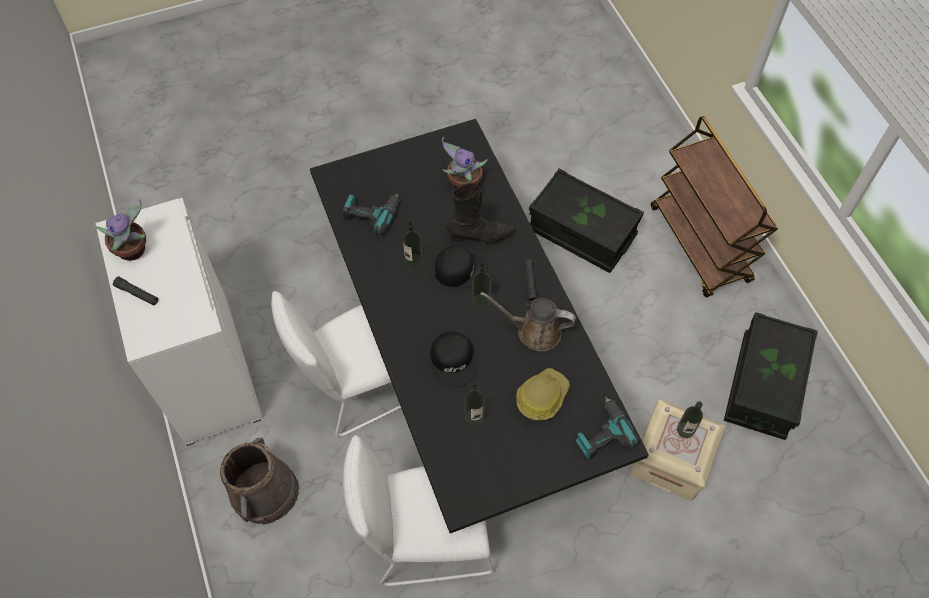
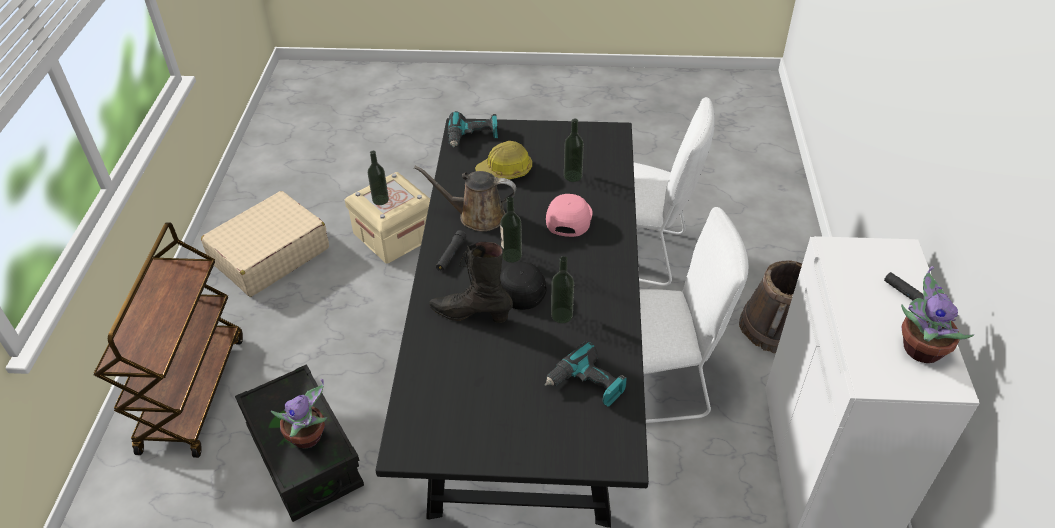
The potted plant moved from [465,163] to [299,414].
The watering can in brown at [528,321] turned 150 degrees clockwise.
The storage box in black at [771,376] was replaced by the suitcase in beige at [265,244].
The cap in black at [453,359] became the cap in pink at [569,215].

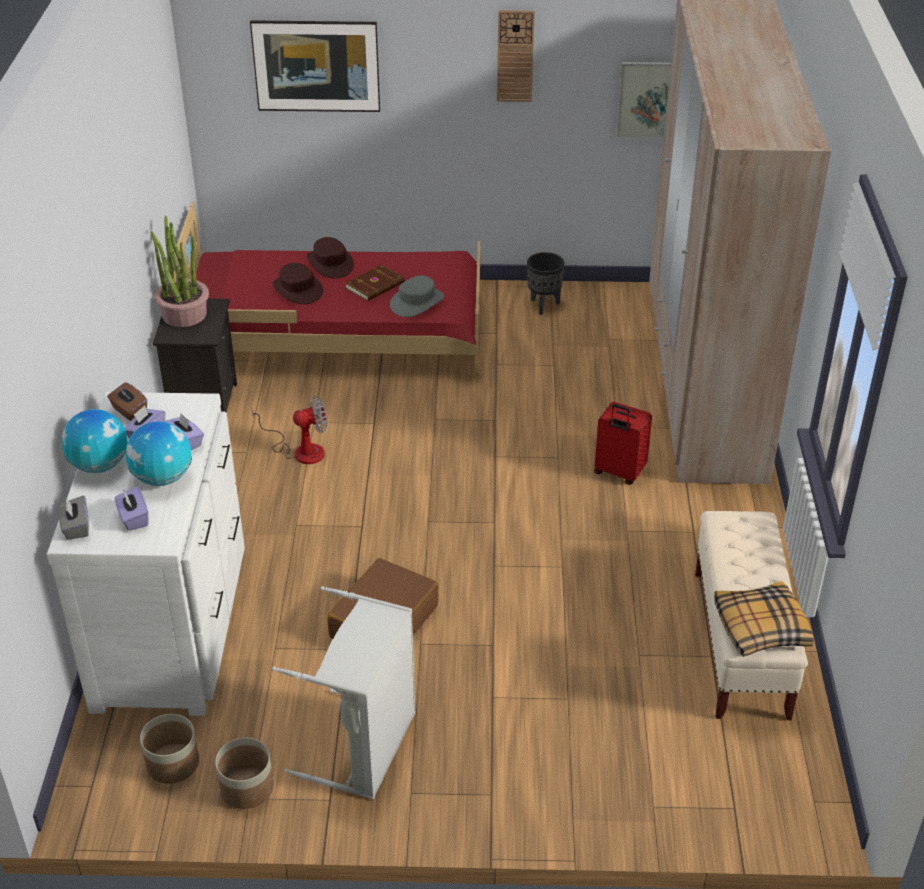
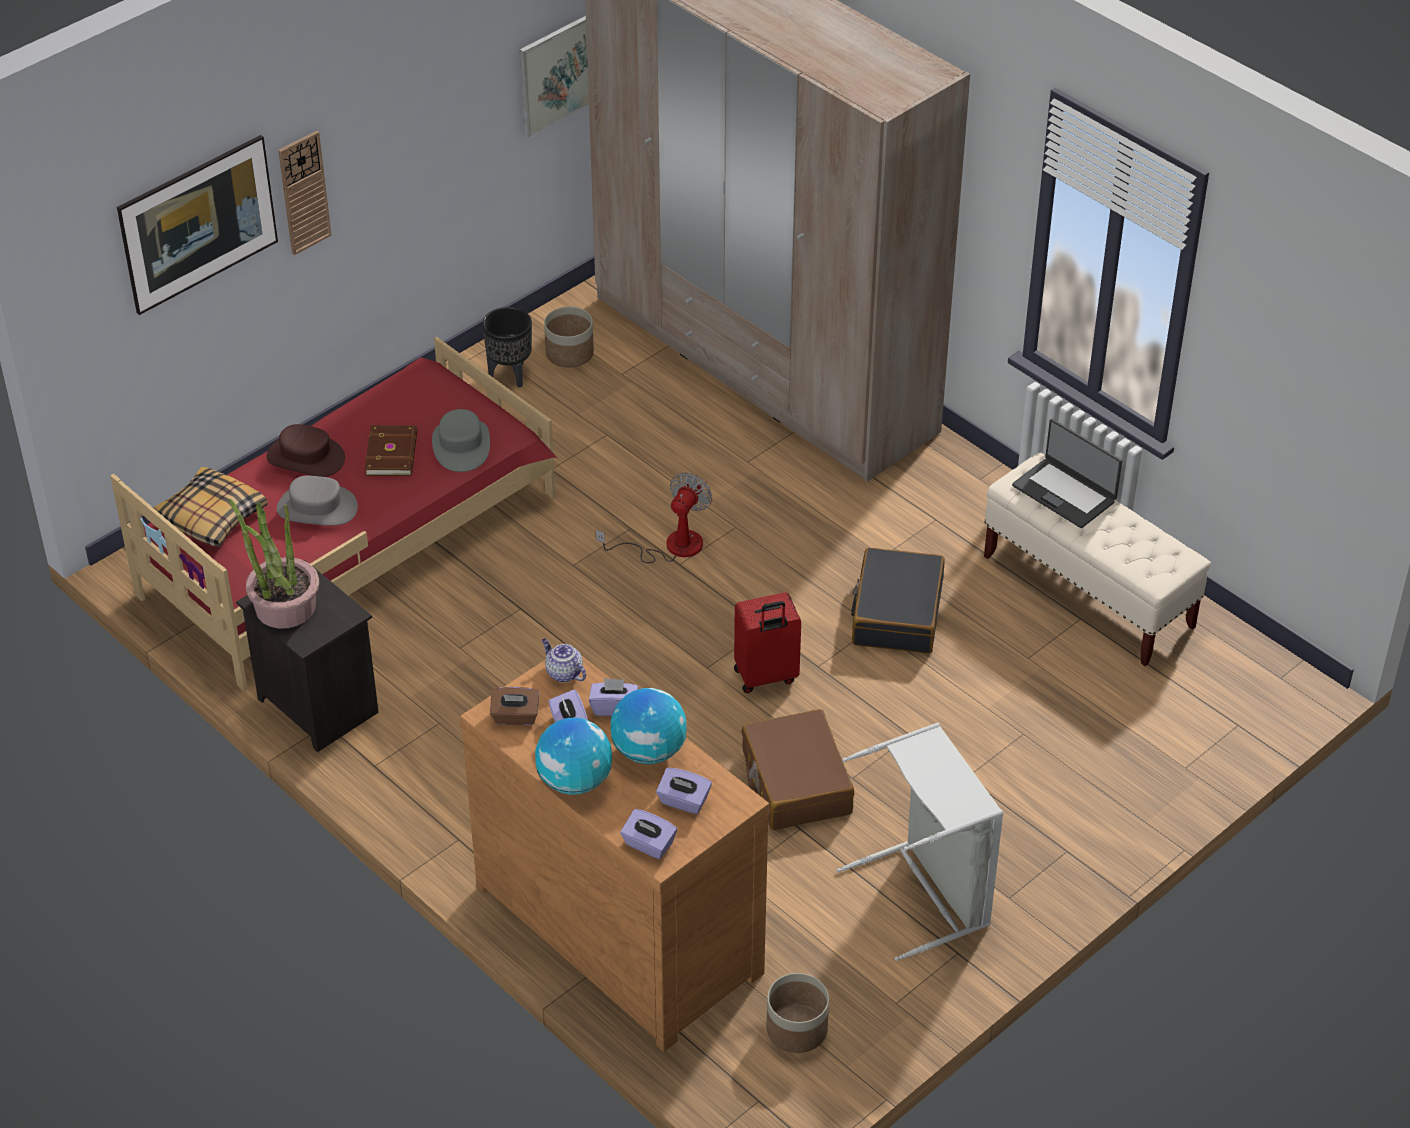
The wall clock moved from [516,56] to [305,193].
The hat in brown at [298,283] became the hat in grey at [317,500].
The dresser in white at [145,554] became the dresser in brown at [614,853].
The fan moved from [289,430] to [654,518].
The suitcase in red moved from [623,443] to [767,642].
The tissue box in grey at [74,518] became the tissue box in purple at [648,834].
The pillow moved from [764,619] to [211,507].
The planter moved from [244,773] to [569,337].
The laptop at [1067,473] appeared.
The suitcase in black at [897,600] appeared.
The teapot at [564,660] appeared.

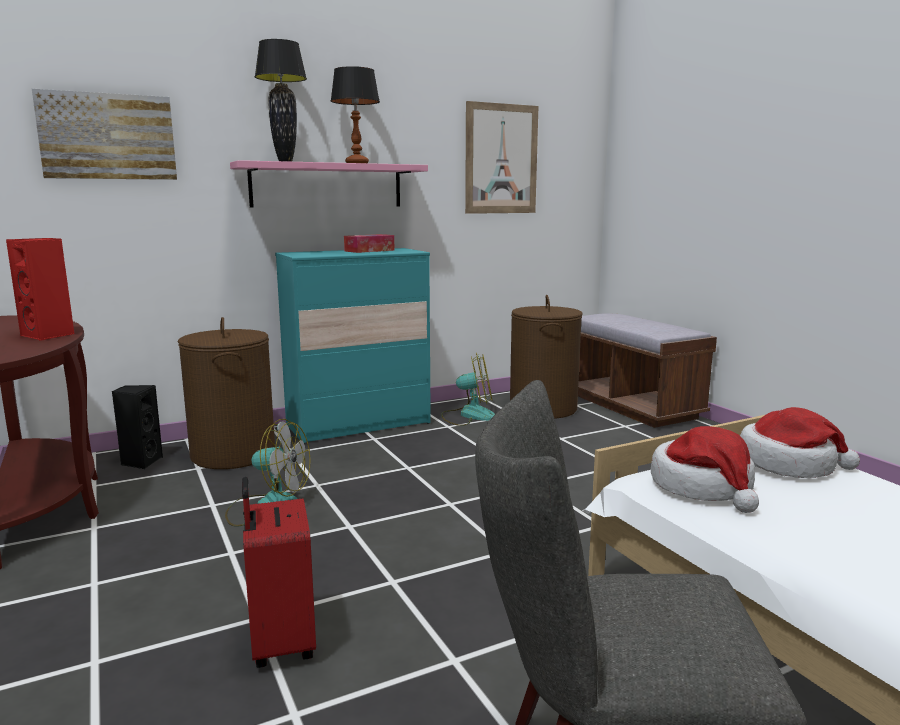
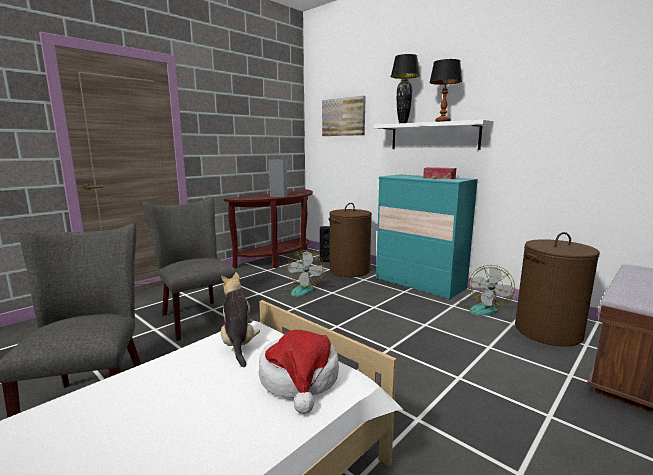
The picture at [501,157] disappeared.
The shelf in pink at [329,183] became the shelf in white at [433,135].
The speaker in red at [40,289] became the speaker in grey at [278,178].
The fan at [468,389] turned 45 degrees clockwise.
The hat at [705,469] was replaced by the plush toy at [240,319].
The suitcase in red at [279,572] was replaced by the chair in grey at [190,269].

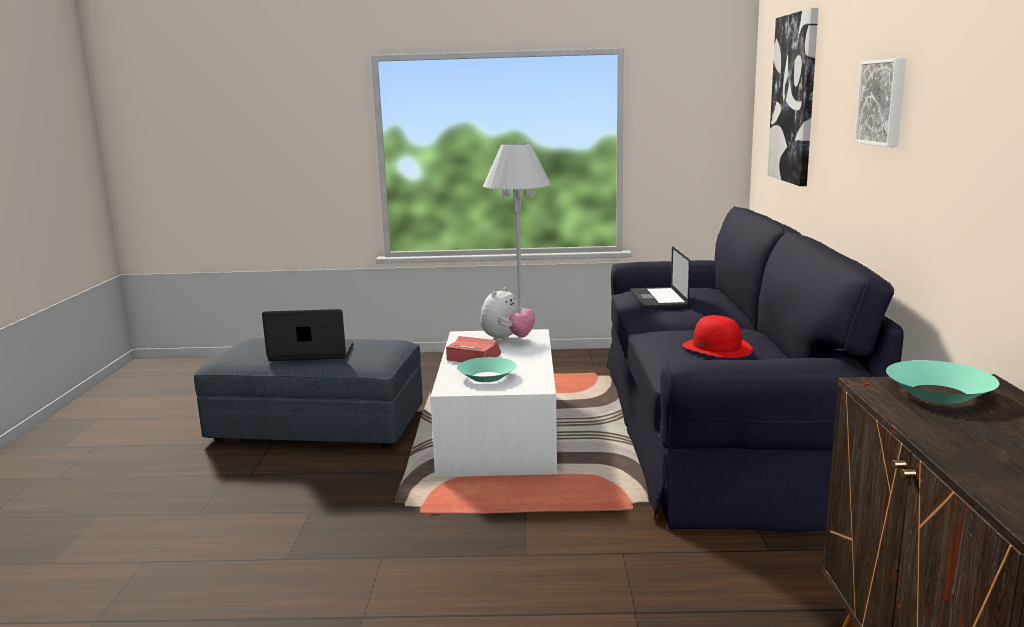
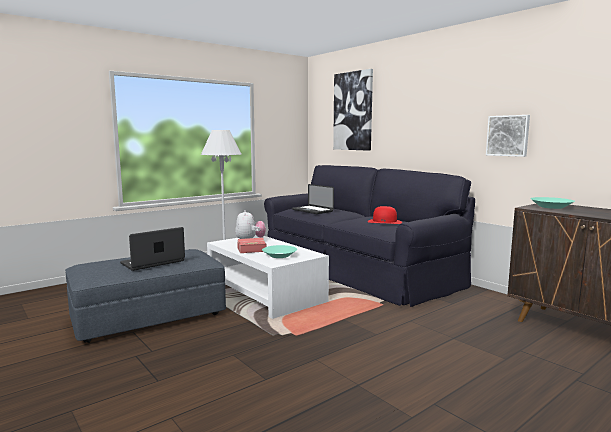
The picture moved from [880,102] to [508,136].

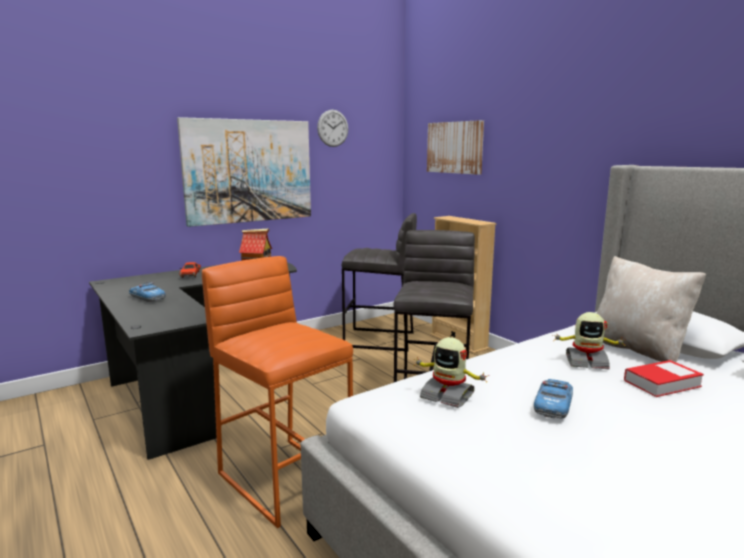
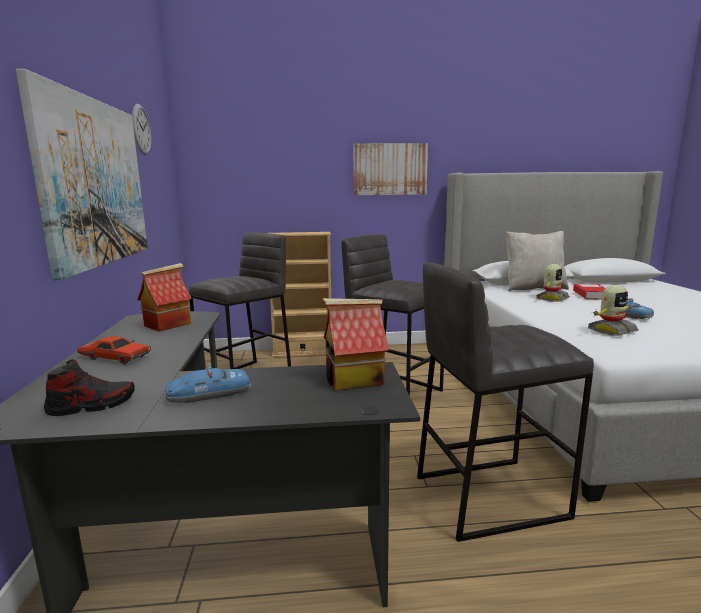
The picture moved from [455,147] to [390,169].
The stool in orange at [277,392] became the stool in grey at [505,402].
The toy house at [356,344] appeared.
The shoe at [89,387] appeared.

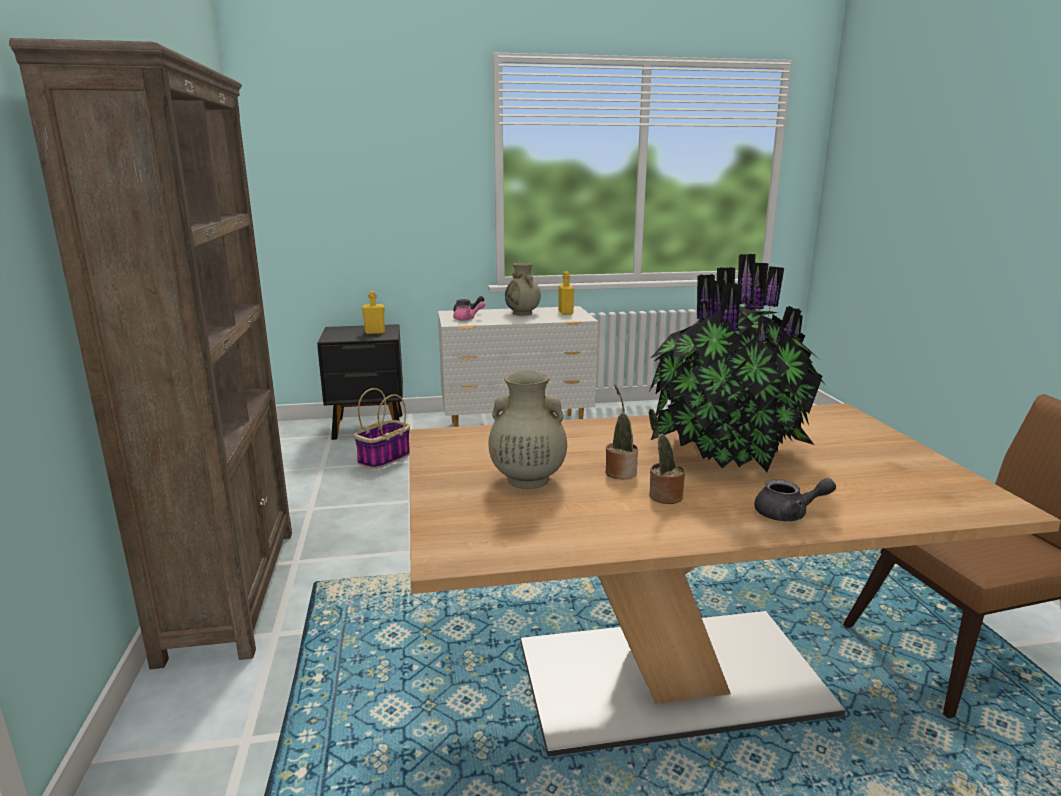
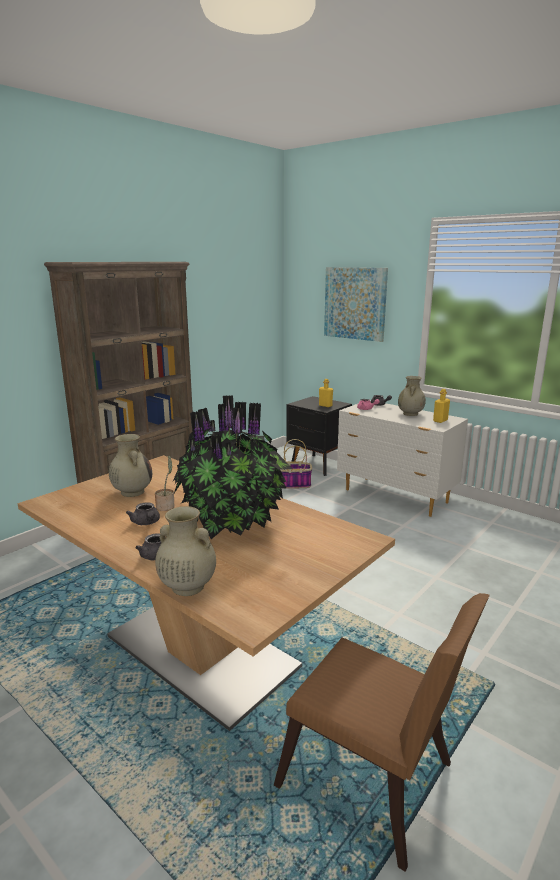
The potted plant at [667,456] was replaced by the teapot in grey at [143,513].
The picture at [356,304] appeared.
The vase in beige at [185,551] appeared.

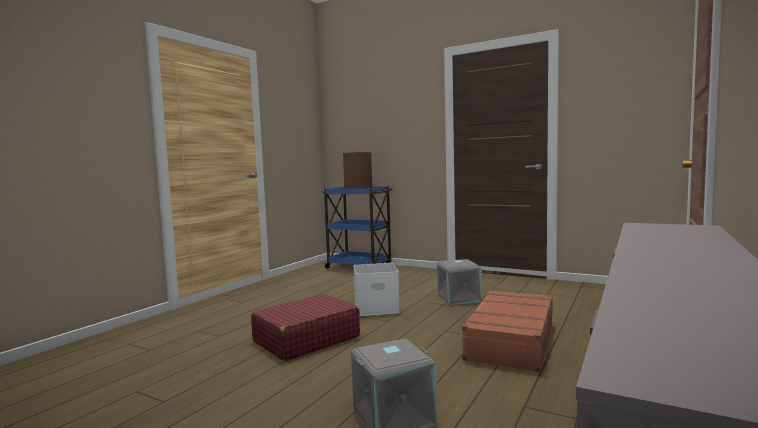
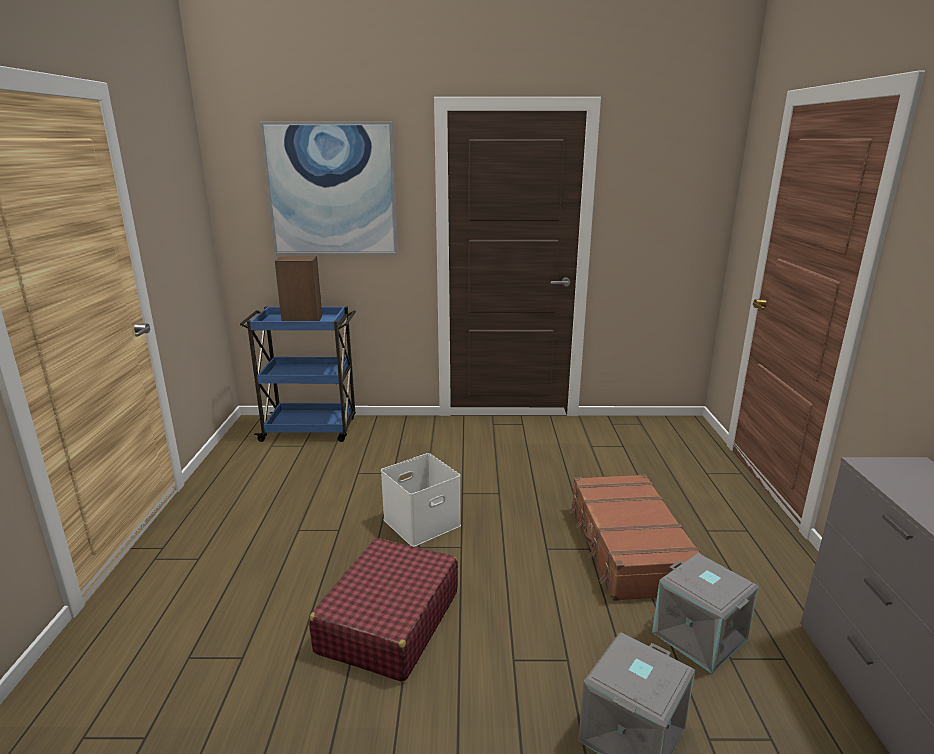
The storage box in grey moved from [459,282] to [705,613].
The picture at [329,188] appeared.

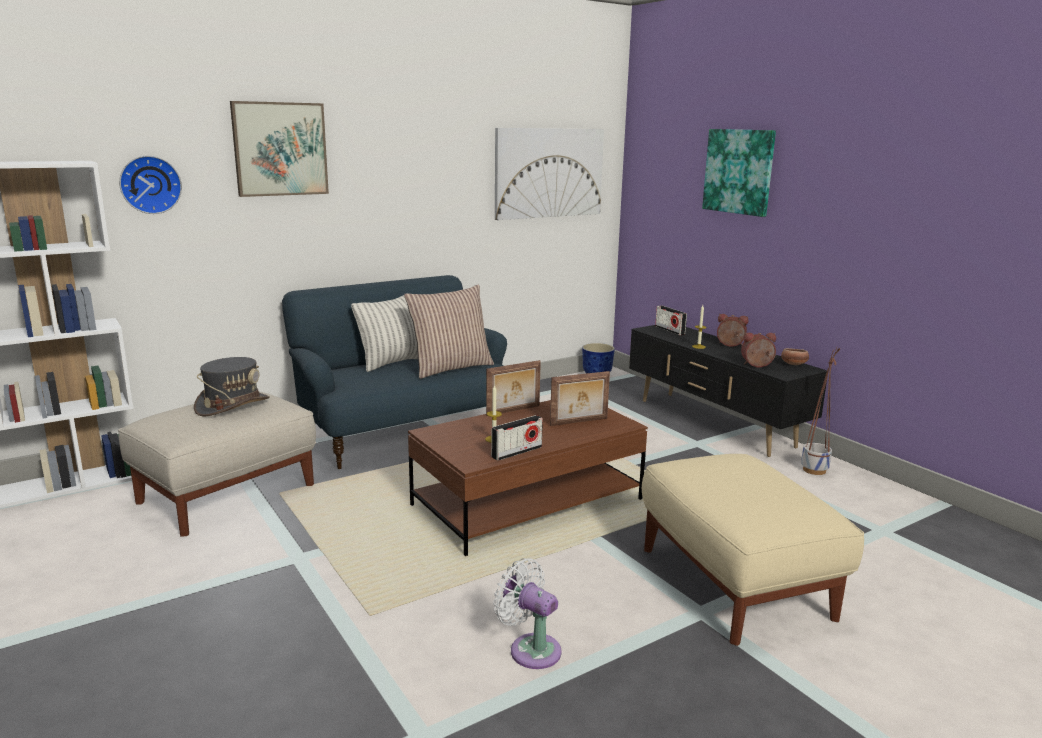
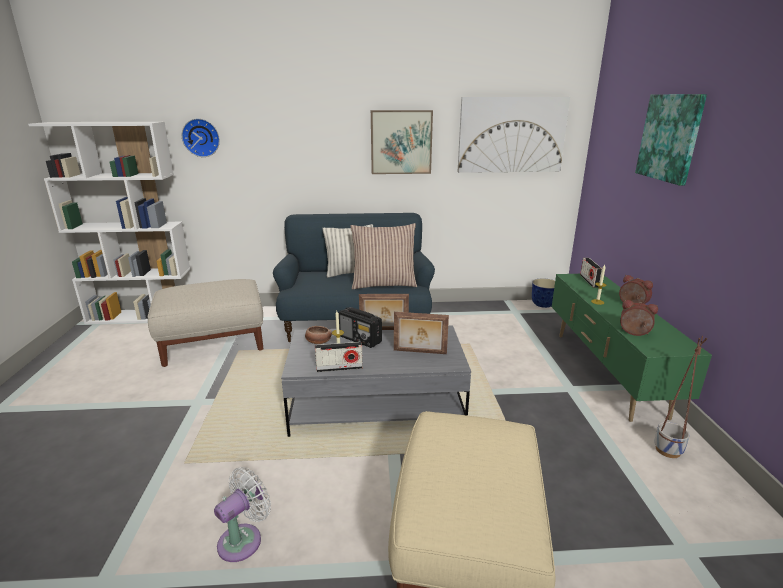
The picture moved from [279,149] to [402,142].
The tv stand in black at [728,391] became the tv stand in green at [632,348].
The bowl moved from [795,356] to [318,335].
The hat in grey at [232,387] disappeared.
The coffee table in brown at [528,478] became the coffee table in grey at [376,381].
The fan in white at [527,613] turned 60 degrees clockwise.
The radio at [360,327] appeared.

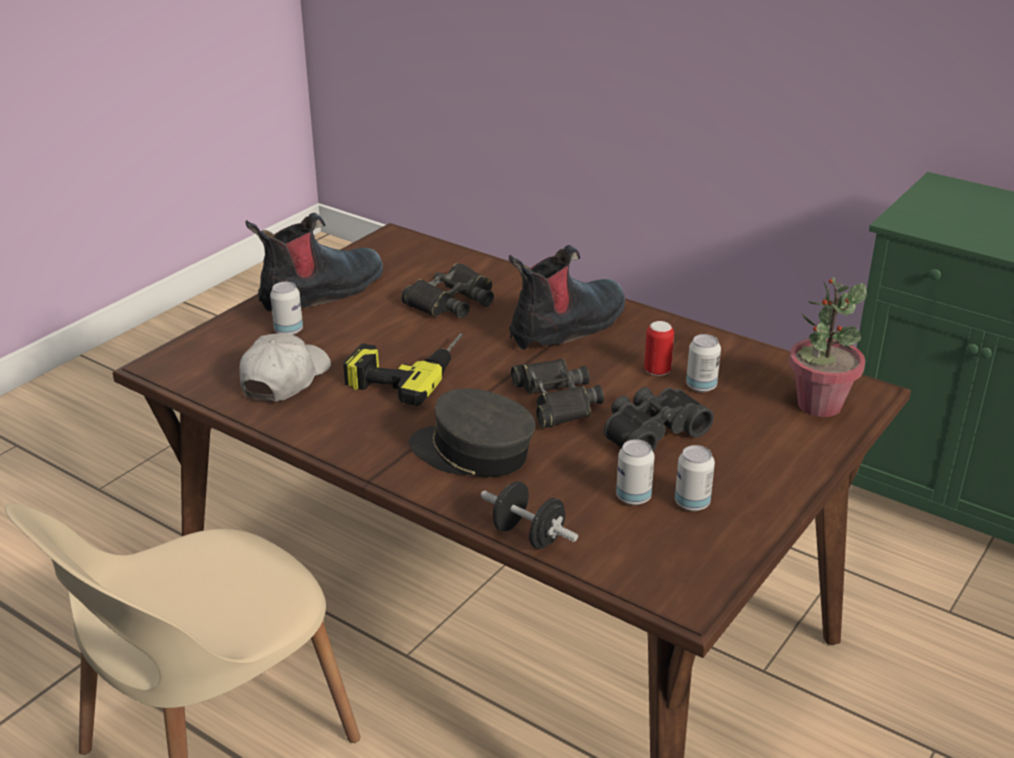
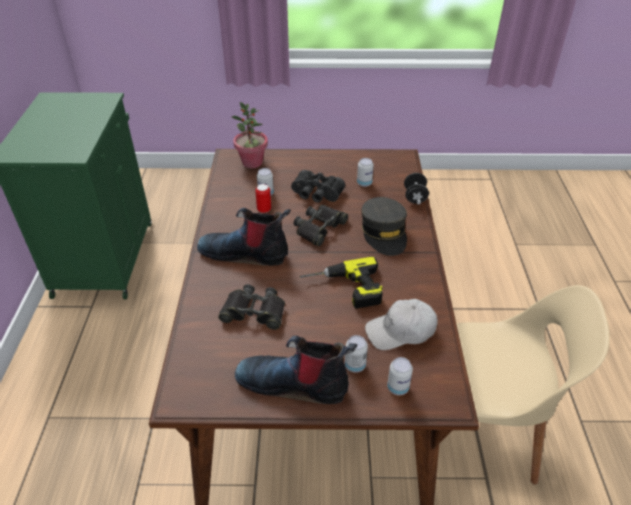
The can moved from [695,478] to [400,376].

